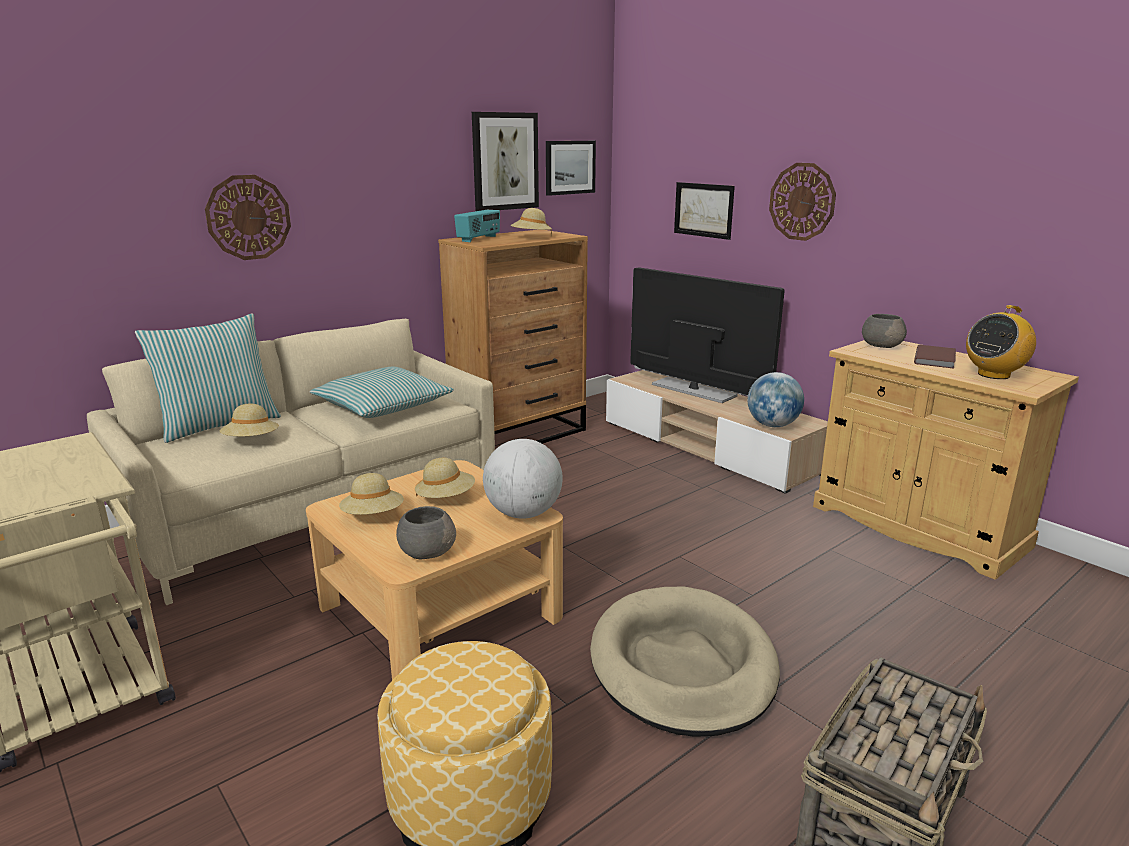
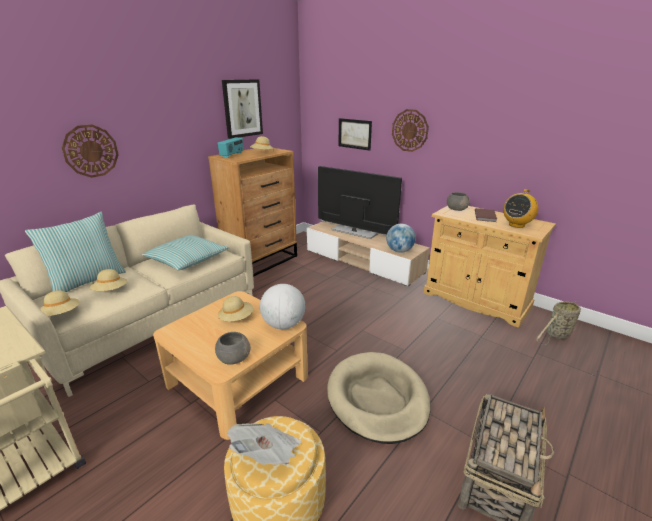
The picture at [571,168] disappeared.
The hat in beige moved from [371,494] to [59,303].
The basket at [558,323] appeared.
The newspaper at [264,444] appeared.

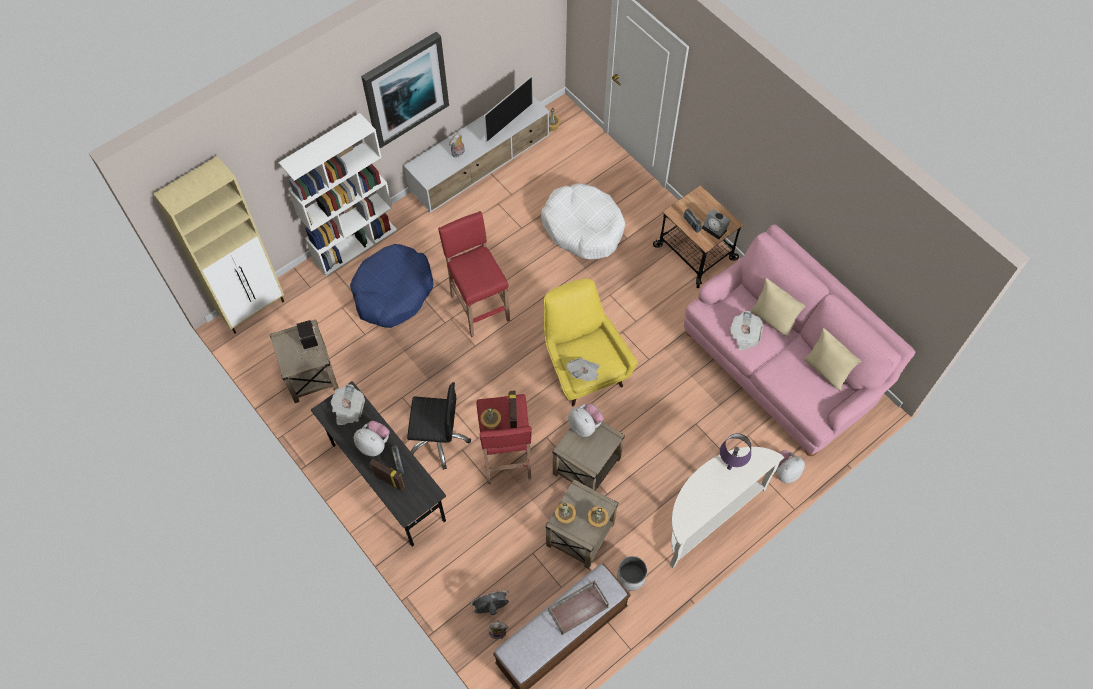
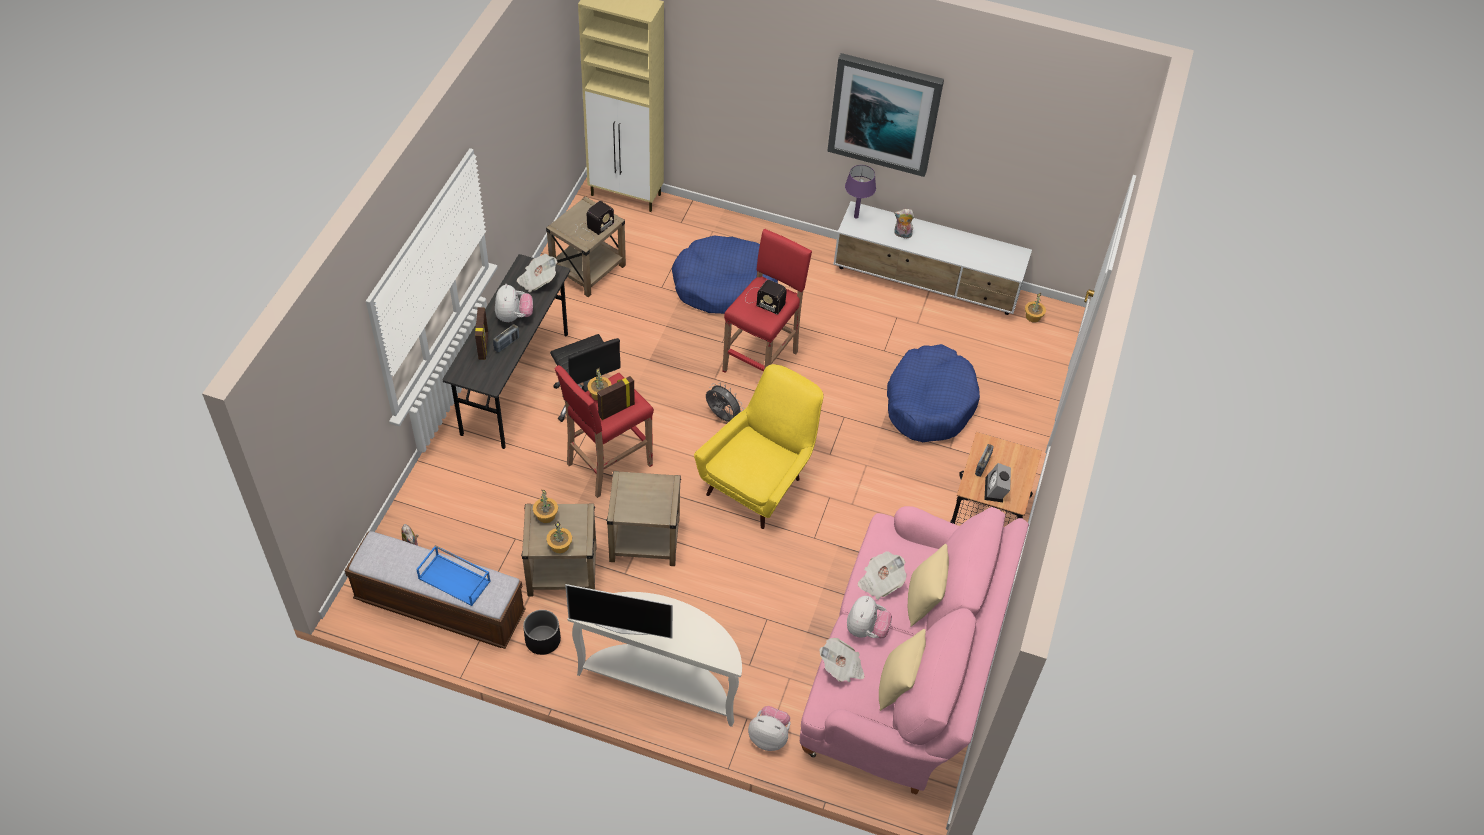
The television moved from [508,109] to [619,611].
The bookcase in white at [337,195] disappeared.
The dog bed in white at [583,221] became the dog bed in blue at [933,393].
The newspaper moved from [582,370] to [842,660].
The plush toy moved from [586,420] to [869,617].
The table lamp in purple moved from [735,451] to [860,192].
The planter in white at [632,573] became the planter in black at [542,632].
The tray in brown at [578,607] became the tray in blue at [453,575].
The fan in grey moved from [489,602] to [725,402].
The radio at [766,297] appeared.

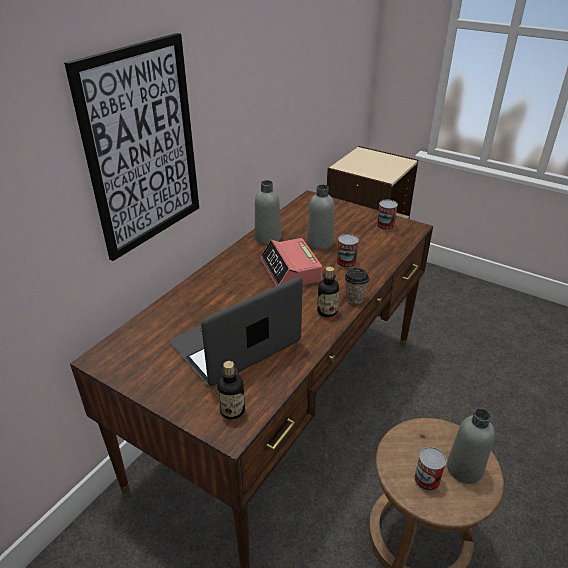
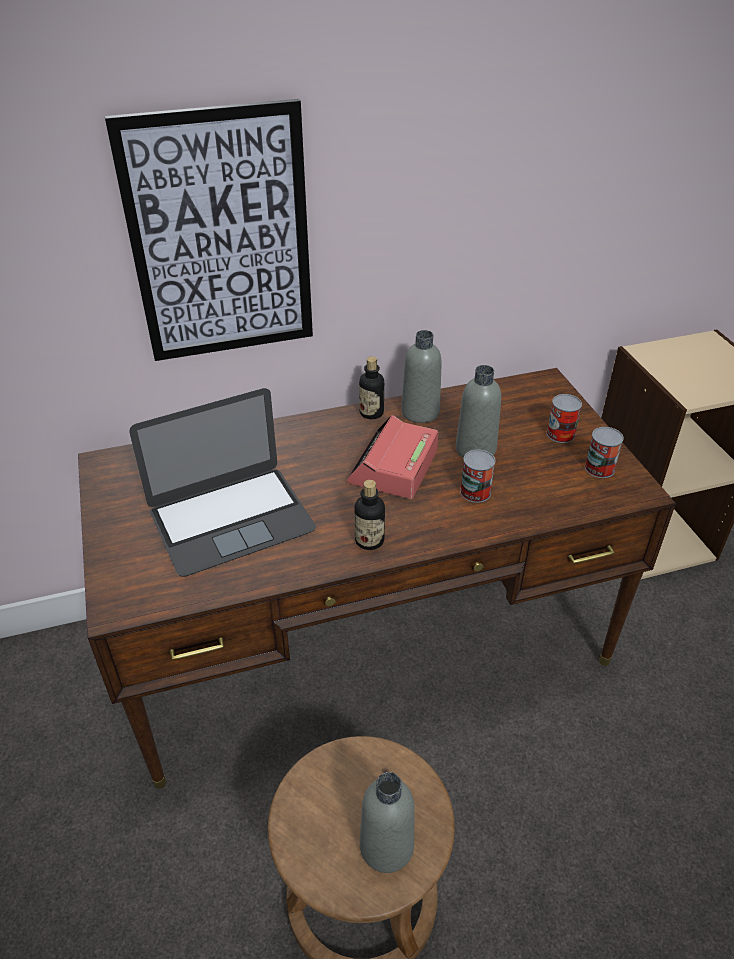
The cup at [357,286] disappeared.
The laptop at [236,331] turned 150 degrees clockwise.
The bottle moved from [231,390] to [371,387].
The can moved from [430,469] to [564,418].

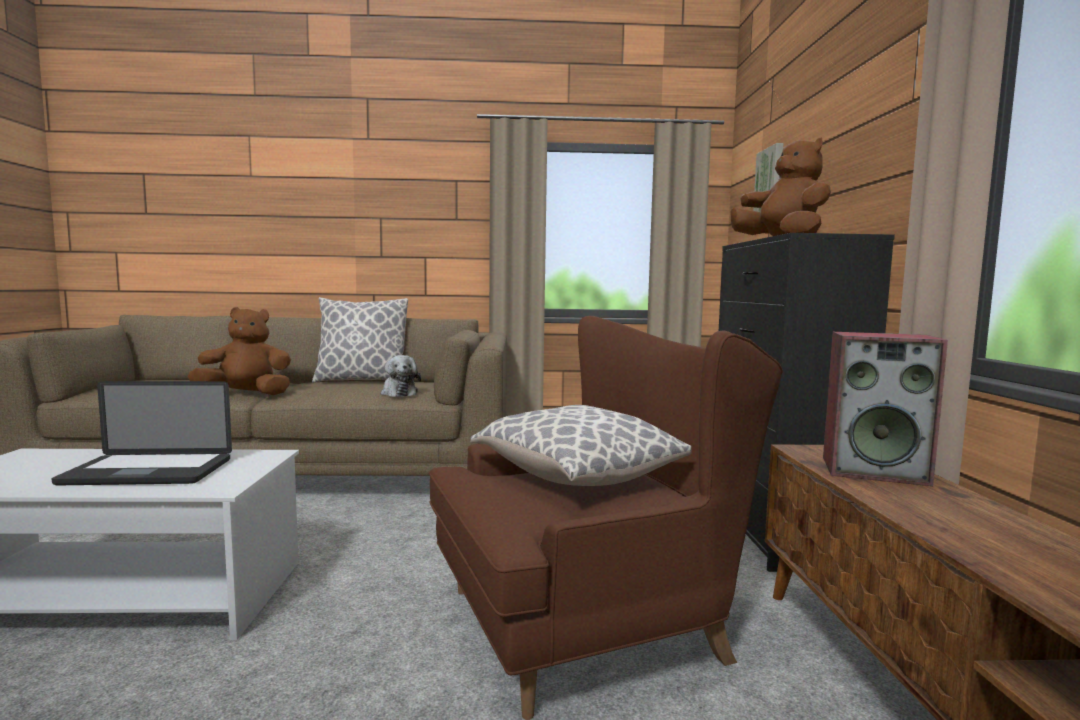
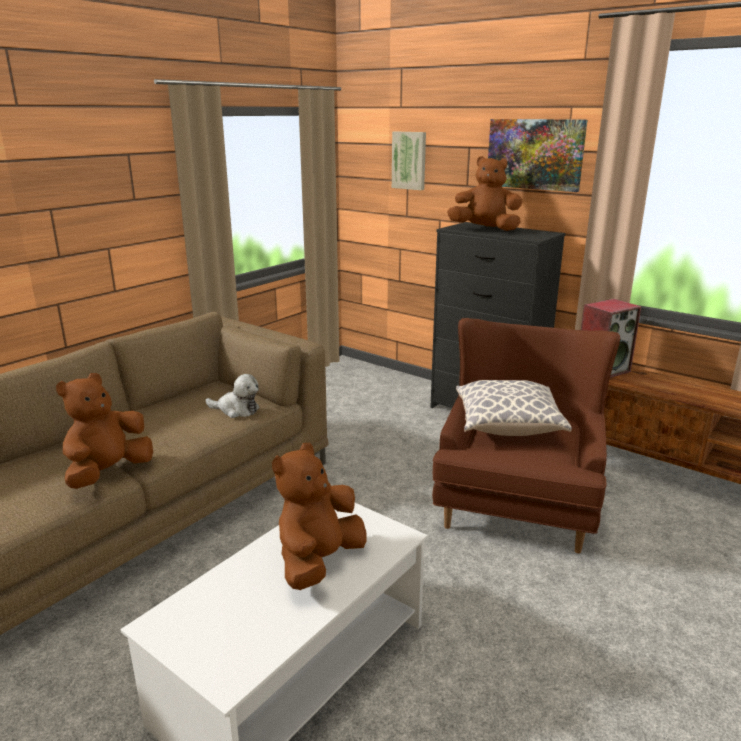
The pillow at [360,340] disappeared.
The laptop at [141,433] was replaced by the plush toy in brown at [319,516].
The picture at [537,155] appeared.

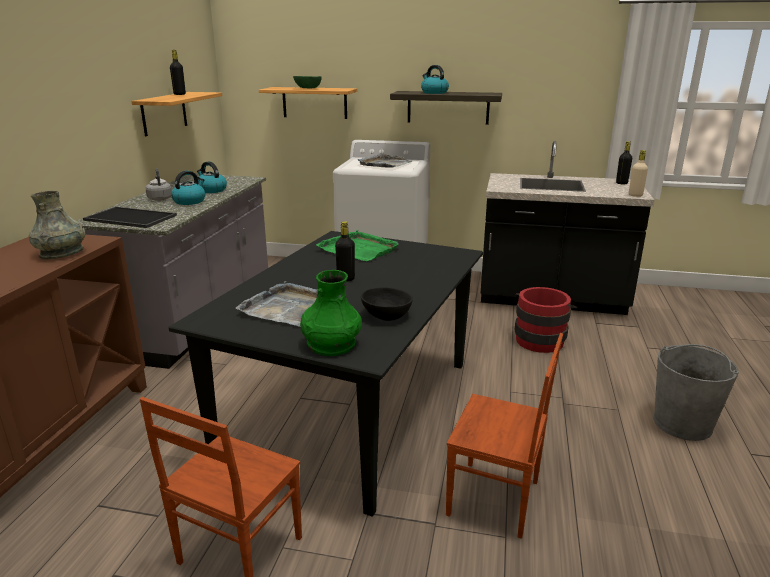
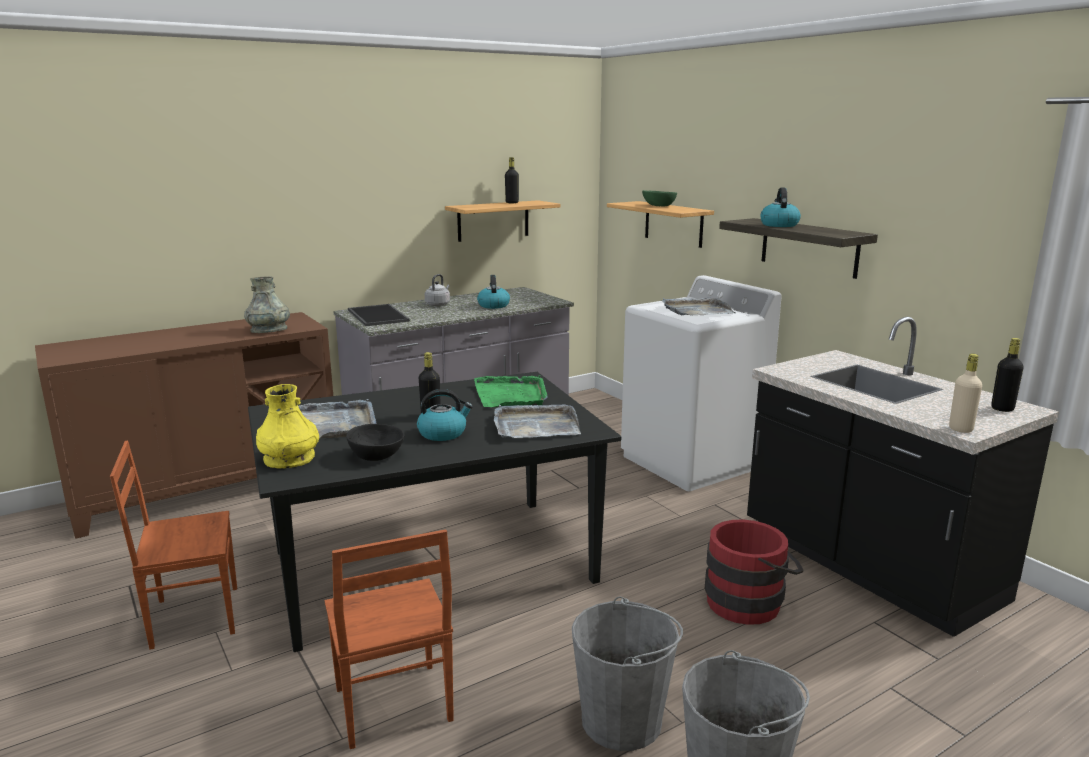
The kettle moved from [188,188] to [445,415].
The vase in green at [331,313] became the vase in yellow at [287,426].
The tray in grey at [537,421] appeared.
The bucket in grey at [627,673] appeared.

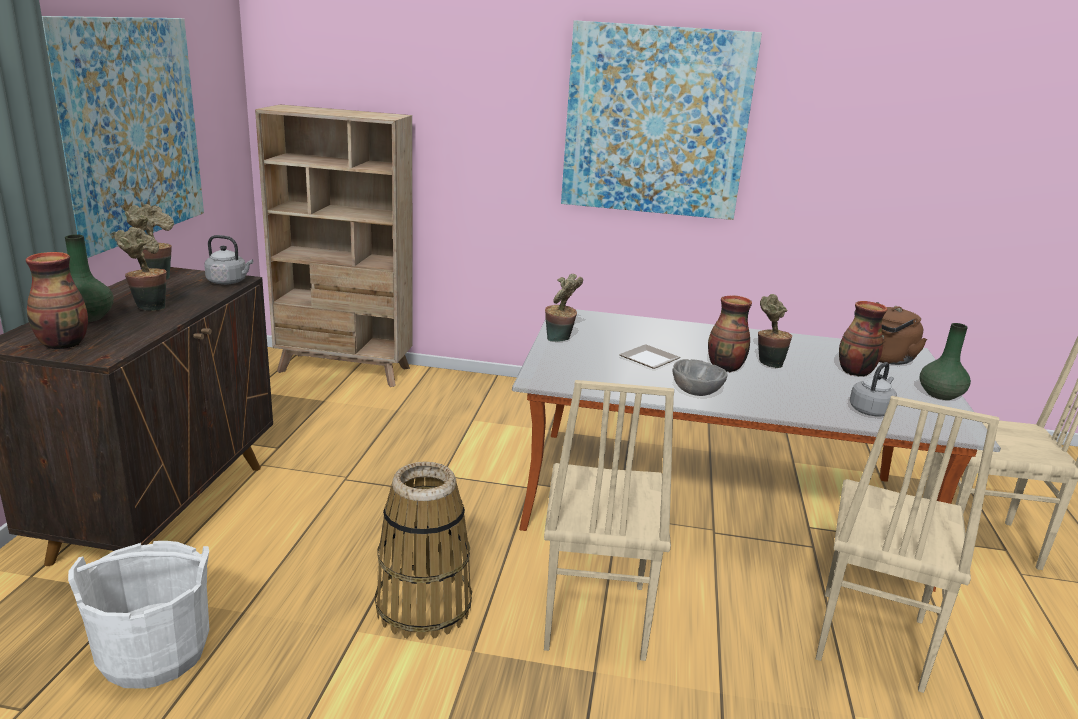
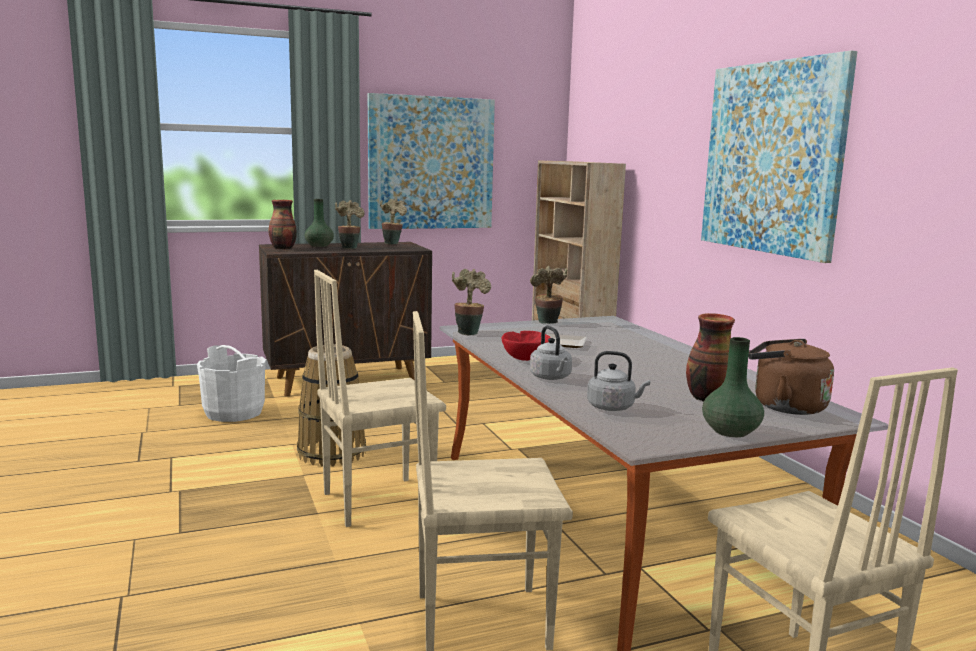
The kettle in grey moved from [228,260] to [551,353].
The potted plant moved from [775,331] to [471,302].
The vase at [730,334] disappeared.
The bowl in grey at [699,377] became the bowl in red at [526,346].

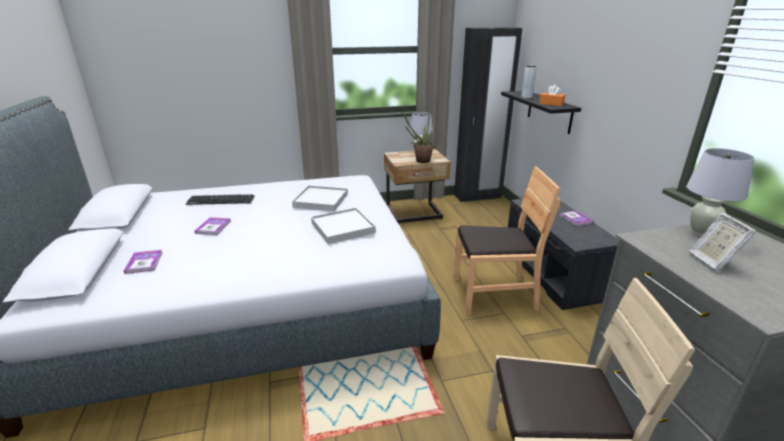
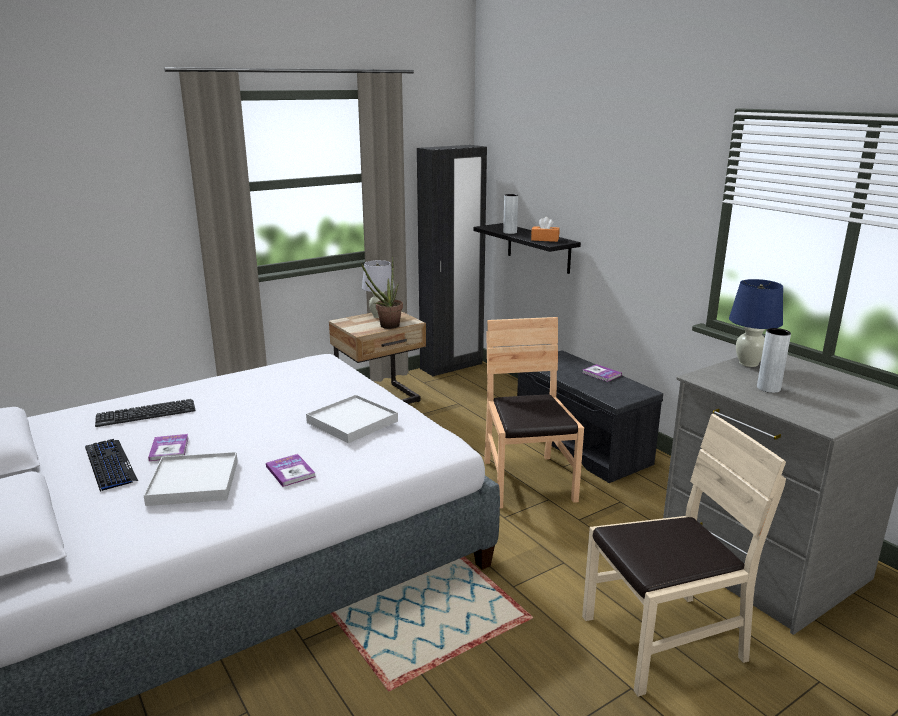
The table lamp in white at [720,192] became the table lamp in blue at [756,323].
The chair in brown at [507,240] turned 75 degrees counterclockwise.
The tray in white moved from [320,198] to [190,479].
The picture frame at [722,242] was replaced by the vase in grey at [774,360].
The book moved from [143,262] to [291,470].
The keyboard at [111,465] appeared.

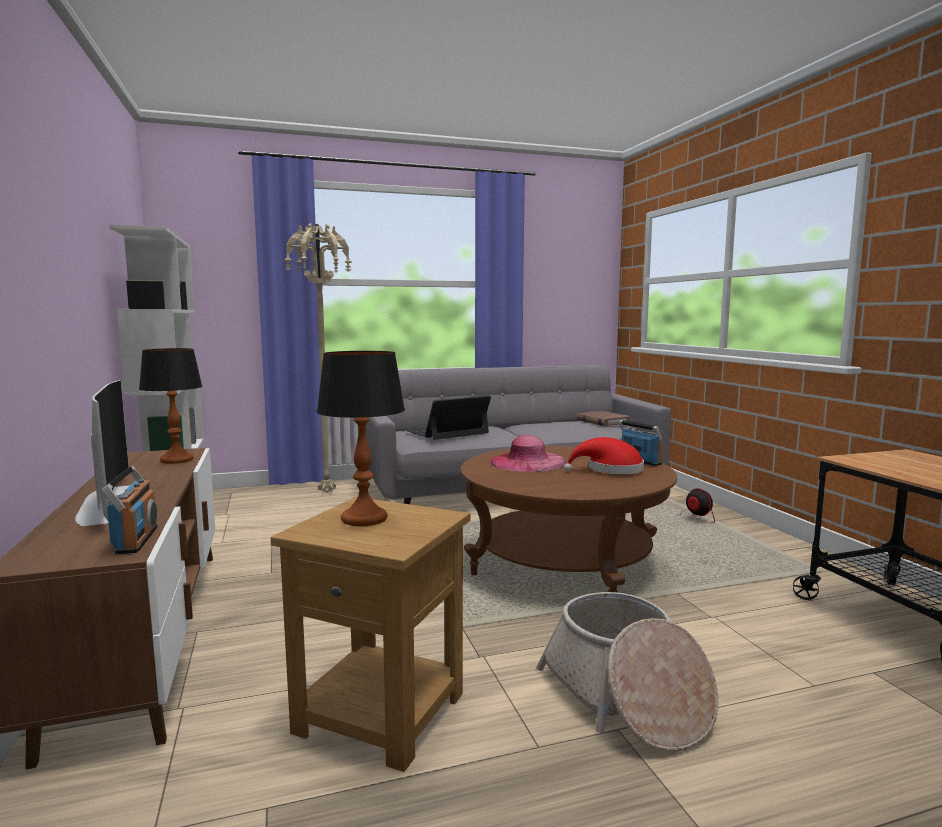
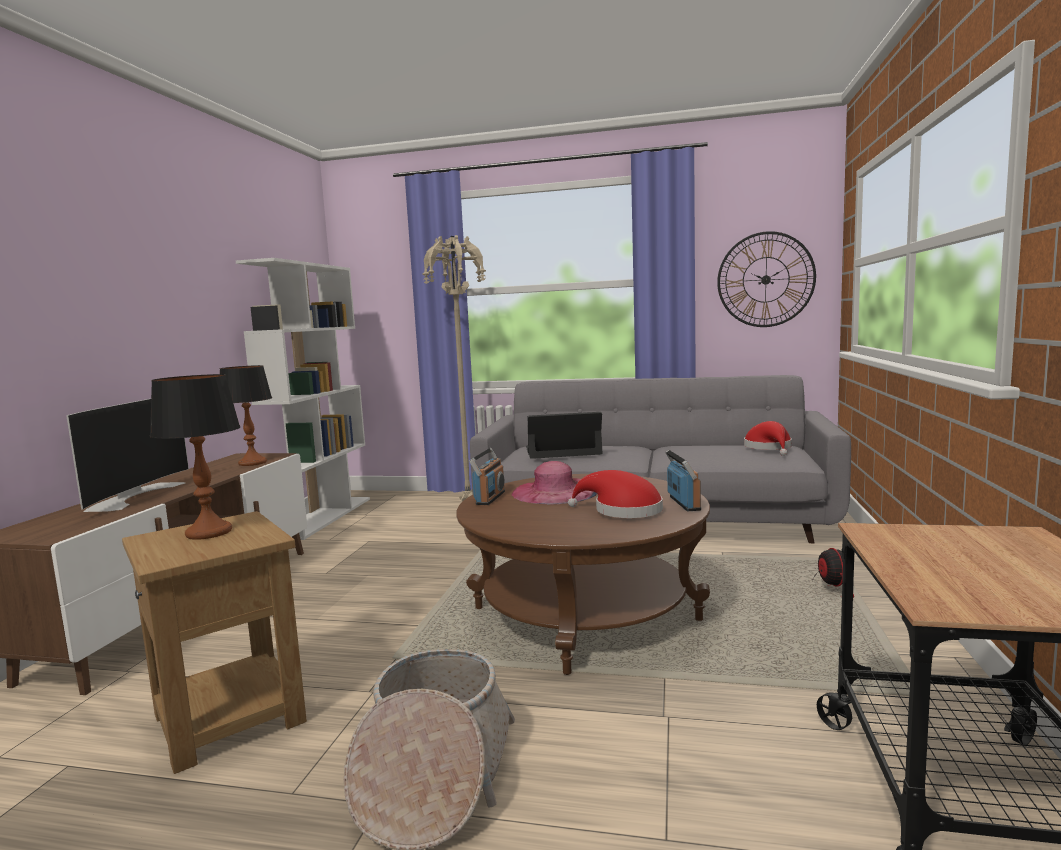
The book in brown at [603,418] was replaced by the hat in red at [768,438].
The radio moved from [129,509] to [487,476].
The wall clock at [766,279] appeared.

